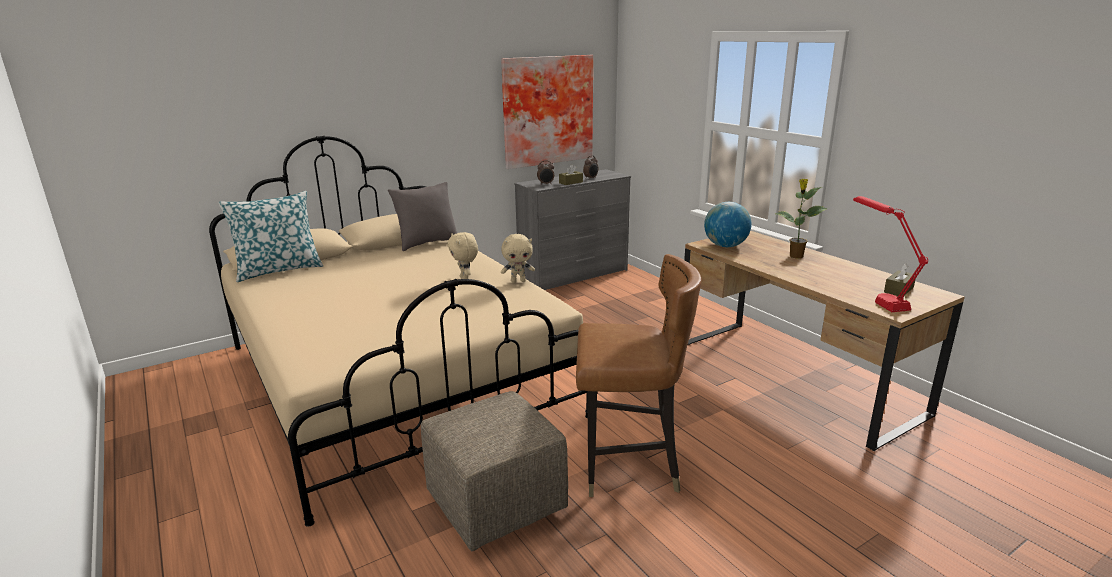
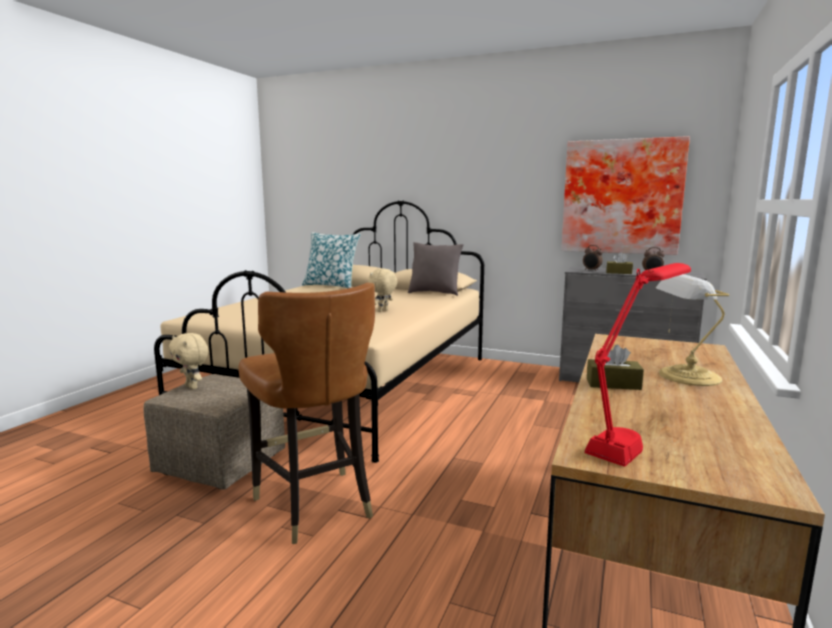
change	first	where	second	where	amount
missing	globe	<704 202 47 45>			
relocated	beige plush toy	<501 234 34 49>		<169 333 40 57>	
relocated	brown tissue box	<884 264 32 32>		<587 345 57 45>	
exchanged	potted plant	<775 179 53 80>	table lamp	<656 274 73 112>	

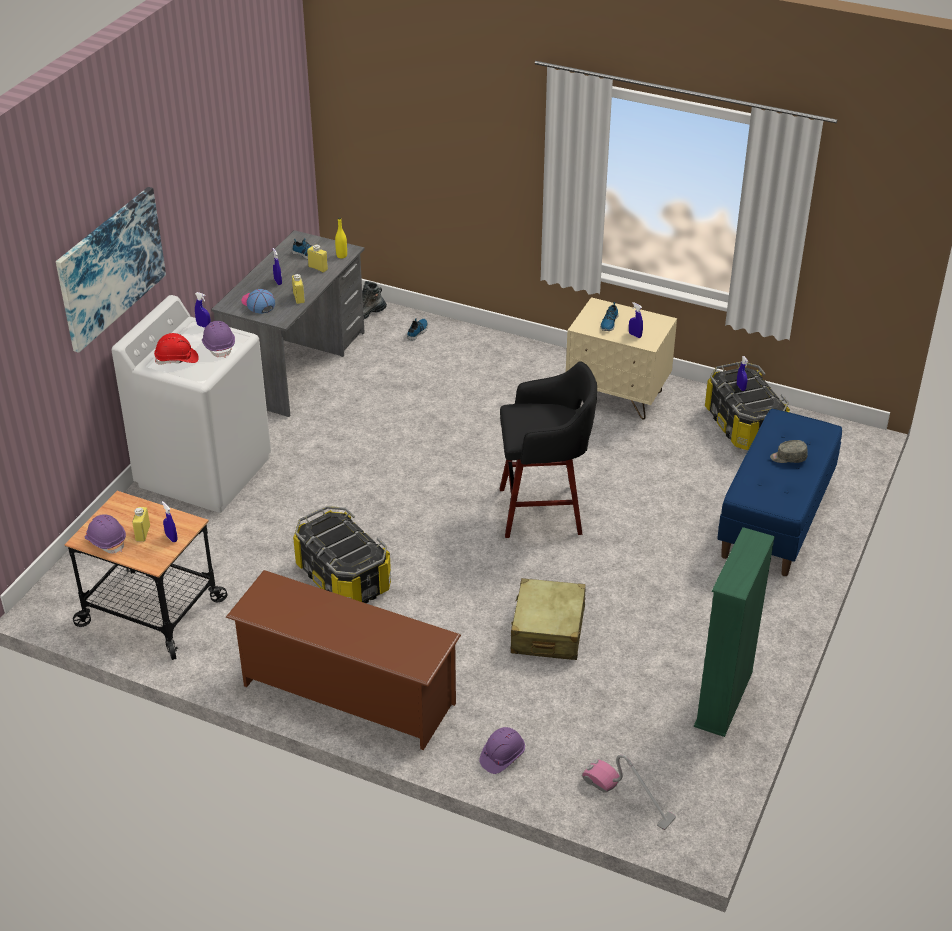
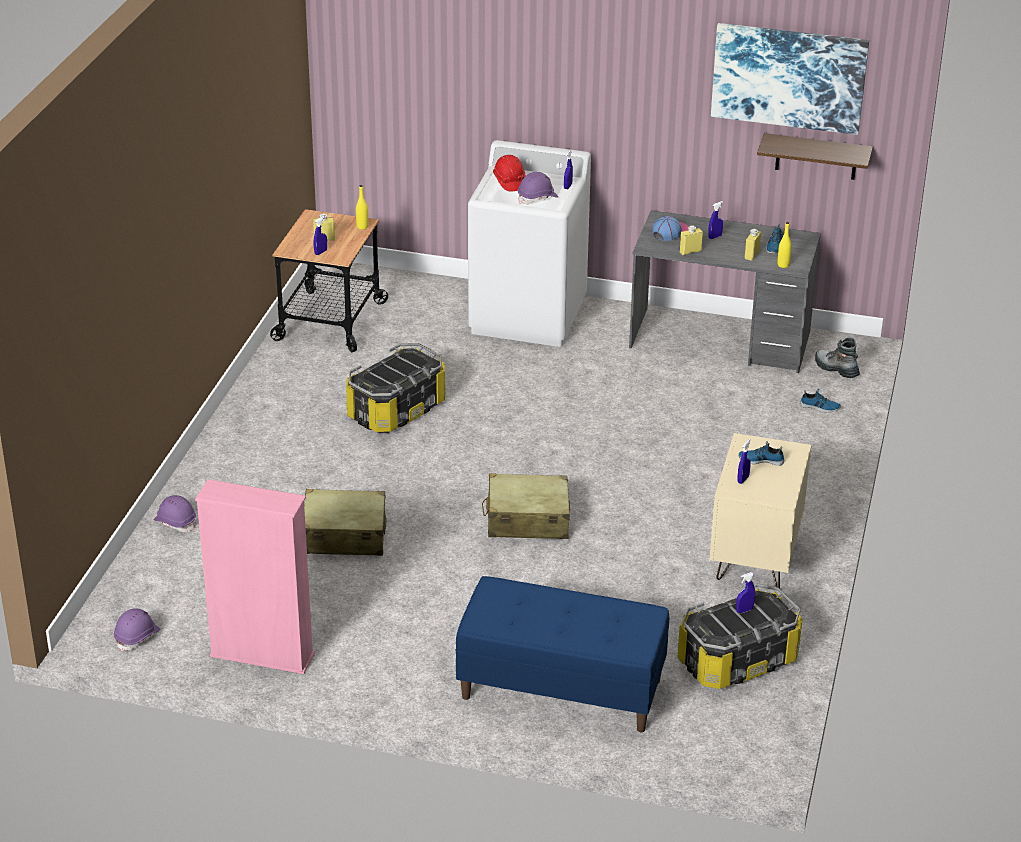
change	first	where	second	where	amount
missing	brown shoe rack	<226 570 235 180>			
missing	vacuum cleaner	<582 754 94 76>			
missing	grey cap	<770 440 38 23>			
appeared			yellow bottle	<356 185 12 45>	
appeared			shelf	<757 133 116 47>	
relocated	picture	<56 187 110 166>		<711 23 158 112>	
relocated	purple hard hat	<85 514 41 40>		<114 608 46 43>	
exchanged	black stool	<500 361 97 177>	beige suitcase	<482 473 88 66>	
colour	green bookcase	<694 527 81 210>	pink bookcase	<195 479 120 195>	

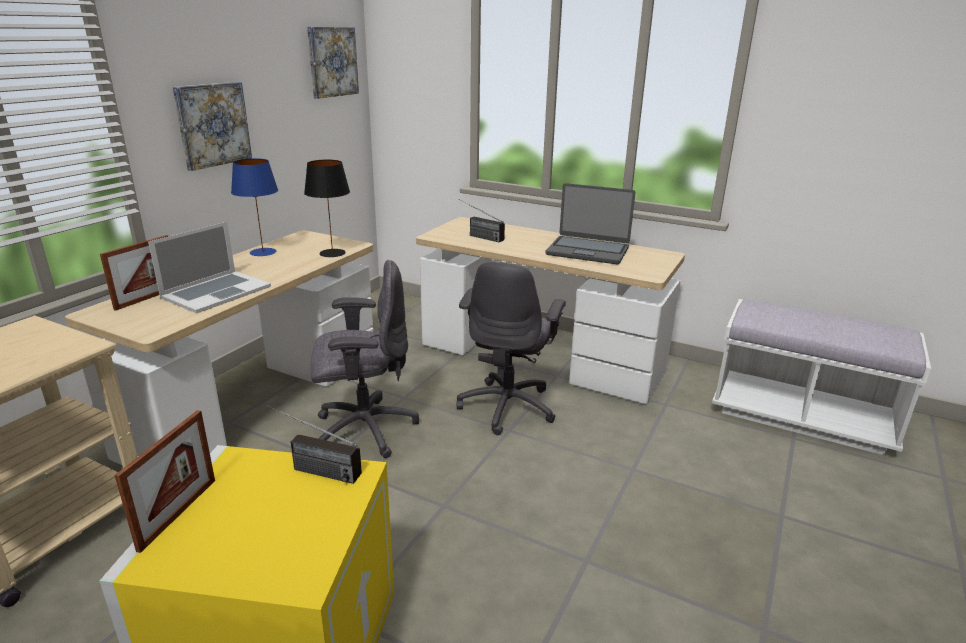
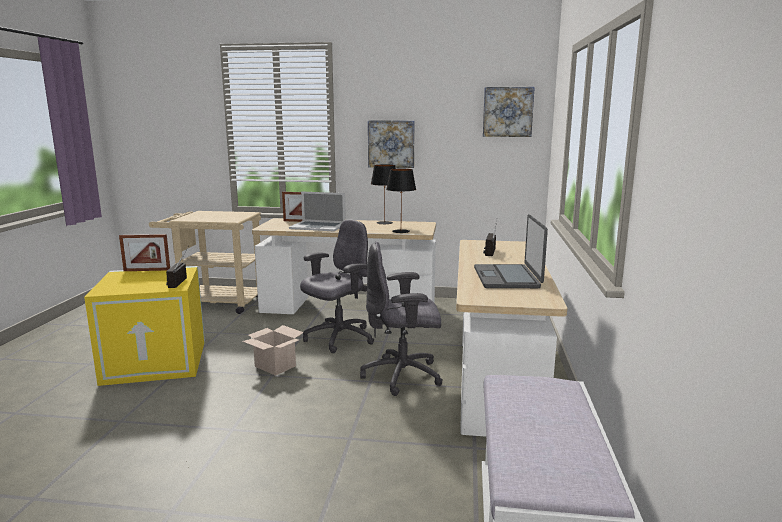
change	first	where	second	where	amount
appeared			cardboard box	<242 325 62 51>	
colour	blue table lamp	<231 158 47 98>	black table lamp	<371 164 25 60>	
spun	grey office chair	<310 260 109 198>		<300 220 74 133>	105 degrees counterclockwise

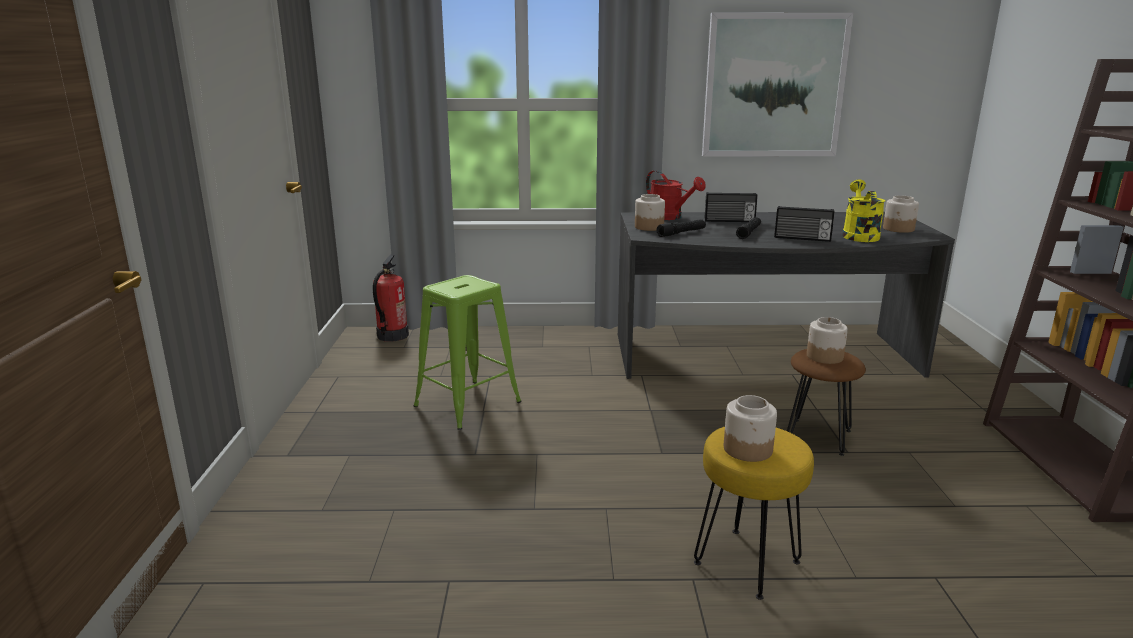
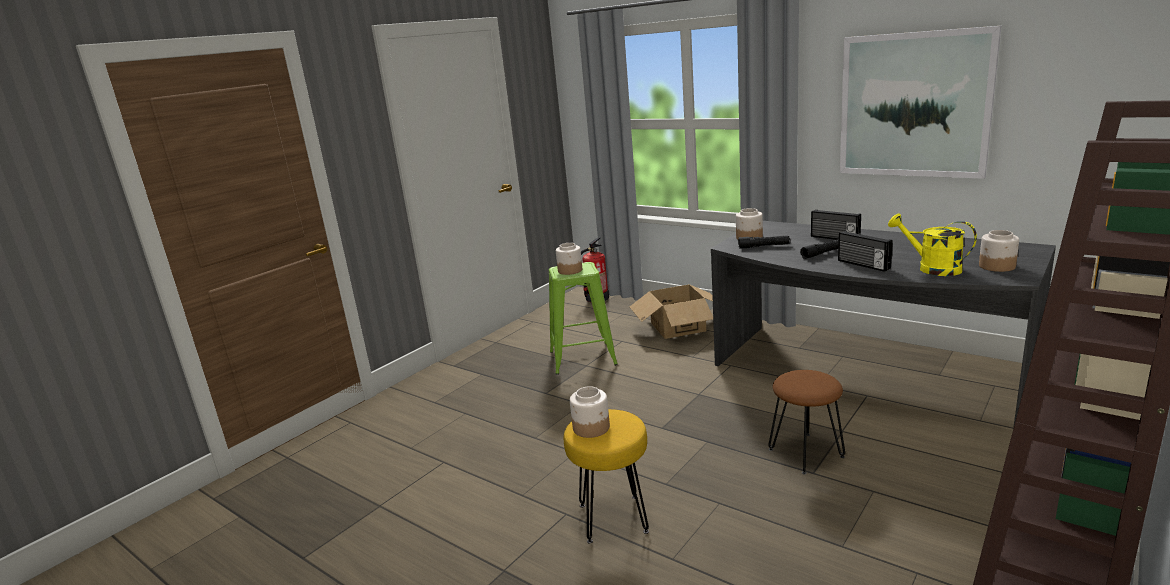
change	first	where	second	where	amount
missing	red watering can	<646 170 60 50>			
appeared			cardboard box	<630 284 83 55>	
relocated	jar	<807 317 41 47>		<556 243 26 32>	
spun	yellow watering can	<842 180 43 62>		<888 214 89 62>	90 degrees counterclockwise

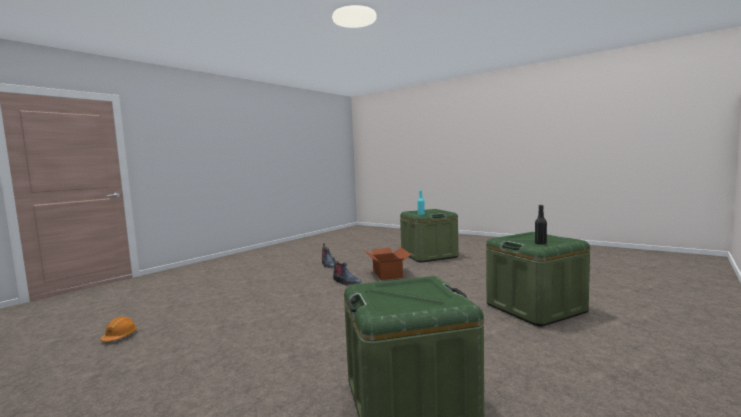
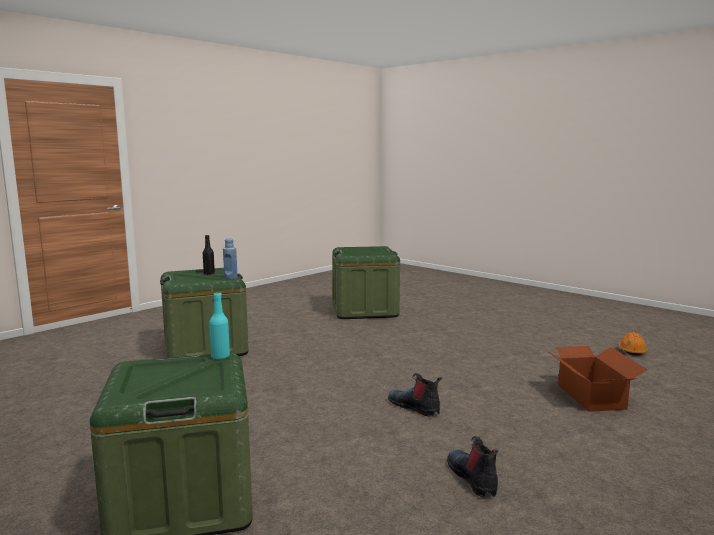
change	first	where	second	where	amount
appeared			blue bottle	<223 238 15 41>	
relocated	cardboard box	<365 247 46 33>		<546 346 102 66>	

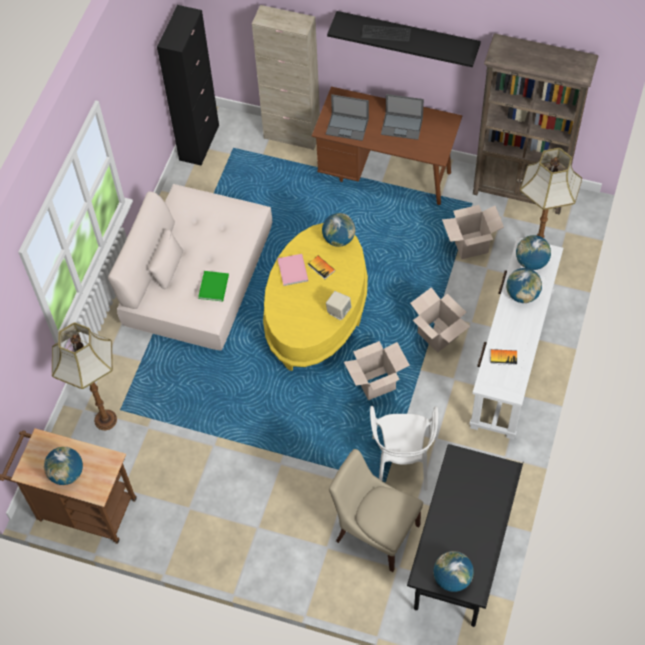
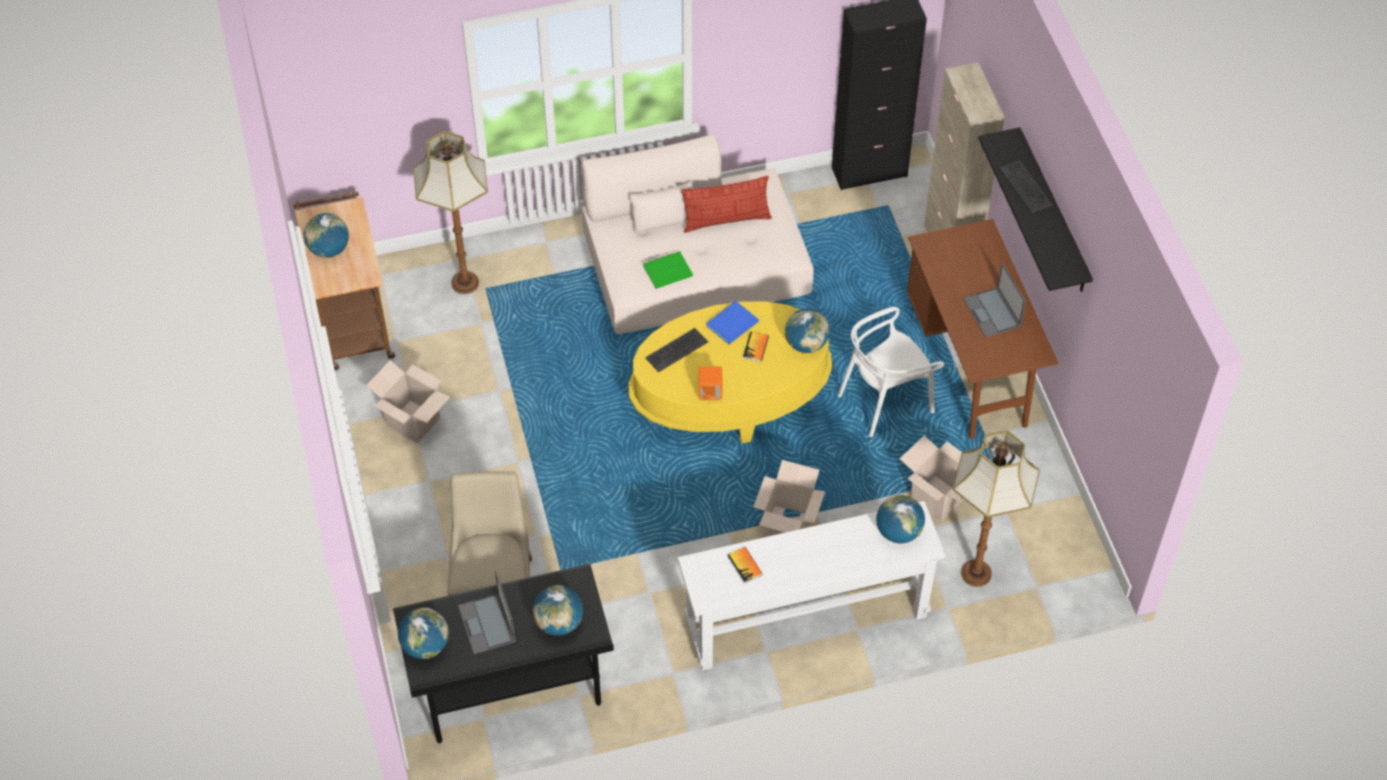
change	first	where	second	where	amount
missing	brown bookcase	<473 34 125 181>			
appeared			keyboard	<645 328 63 44>	
appeared			pillow	<681 176 91 57>	
relocated	laptop	<326 94 43 47>		<458 571 58 83>	
relocated	cardboard box	<344 341 66 59>		<366 360 84 83>	
relocated	white chair	<370 406 68 84>		<838 307 106 130>	
relocated	globe	<506 268 36 35>		<533 585 50 51>	
colour	pink book	<277 254 31 32>	blue book	<706 301 53 44>	
colour	beige speaker	<326 291 25 29>	orange speaker	<698 366 24 34>	

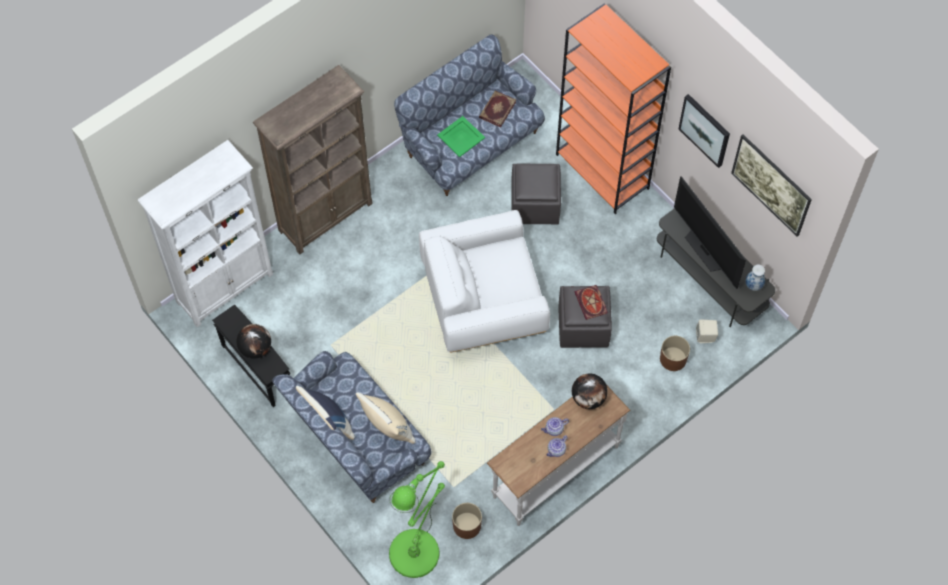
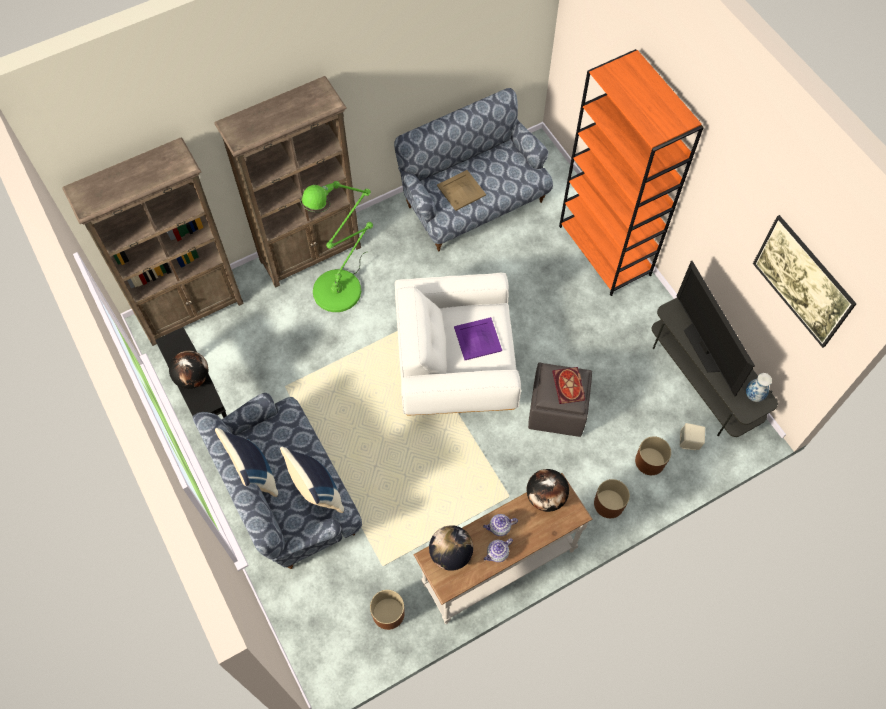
change	first	where	second	where	amount
missing	book	<479 91 37 37>			
missing	grey ottoman	<511 164 50 60>			
missing	picture	<679 94 51 74>			
appeared			globe	<429 525 44 46>	
appeared			purple tray	<454 317 48 43>	
appeared			brown planter	<594 479 36 39>	
relocated	green floor lamp	<389 461 56 117>		<300 181 73 131>	
colour	white bookcase	<138 140 135 187>	brown bookcase	<62 138 182 208>	
colour	beige pillow	<356 392 60 52>	blue pillow	<280 447 64 66>	
colour	green tray	<437 116 48 41>	beige tray	<437 170 49 41>	

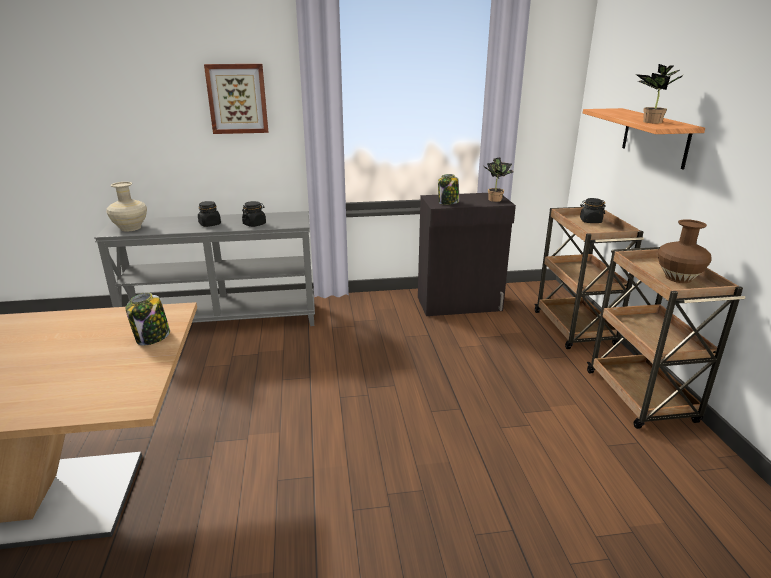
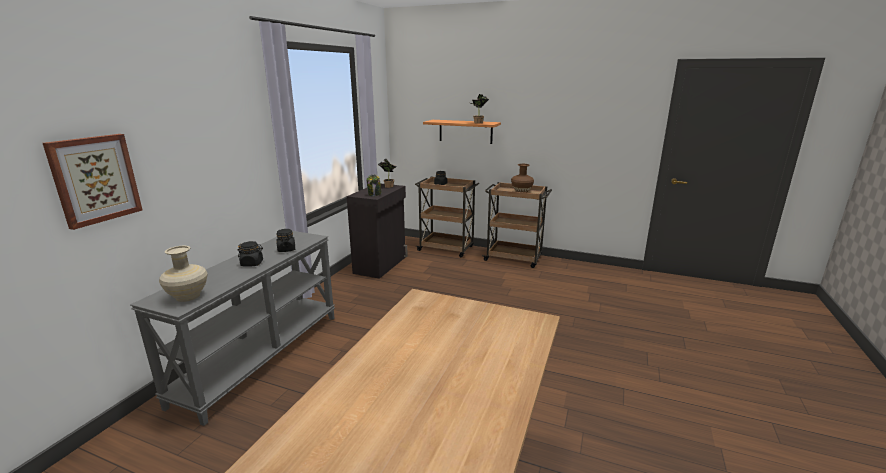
change	first	where	second	where	amount
missing	jar	<126 293 44 53>			
relocated	picture	<204 64 64 70>		<43 134 99 96>	

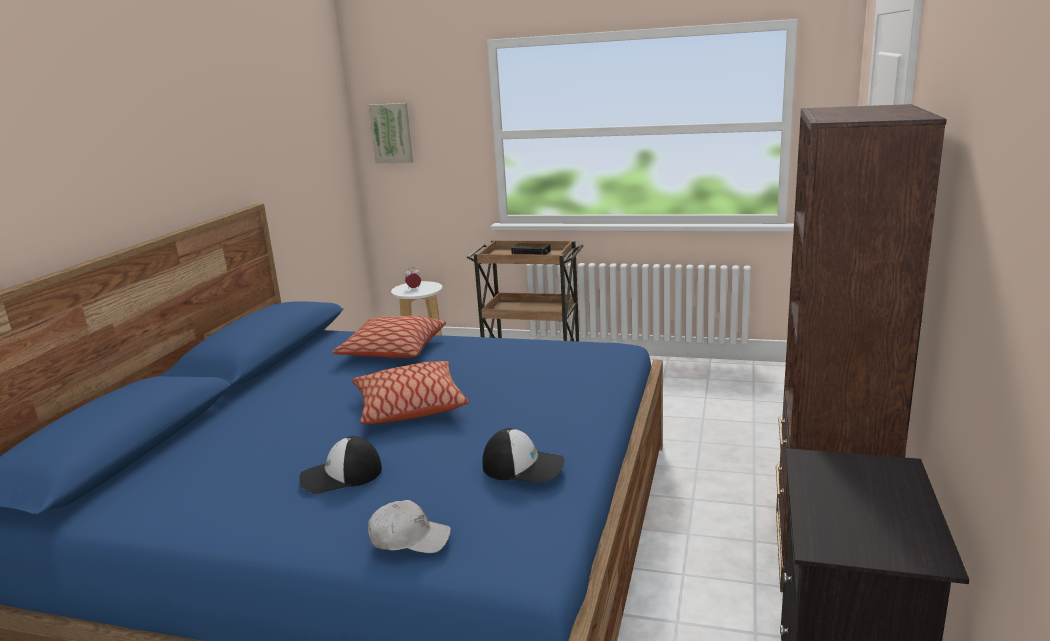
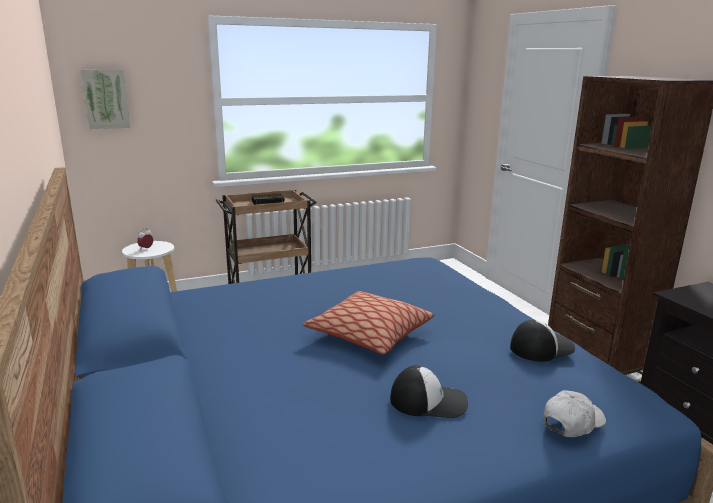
change	first	where	second	where	amount
missing	pillow	<332 316 114 42>			
spun	cap	<299 436 83 58>		<390 365 78 53>	120 degrees counterclockwise

